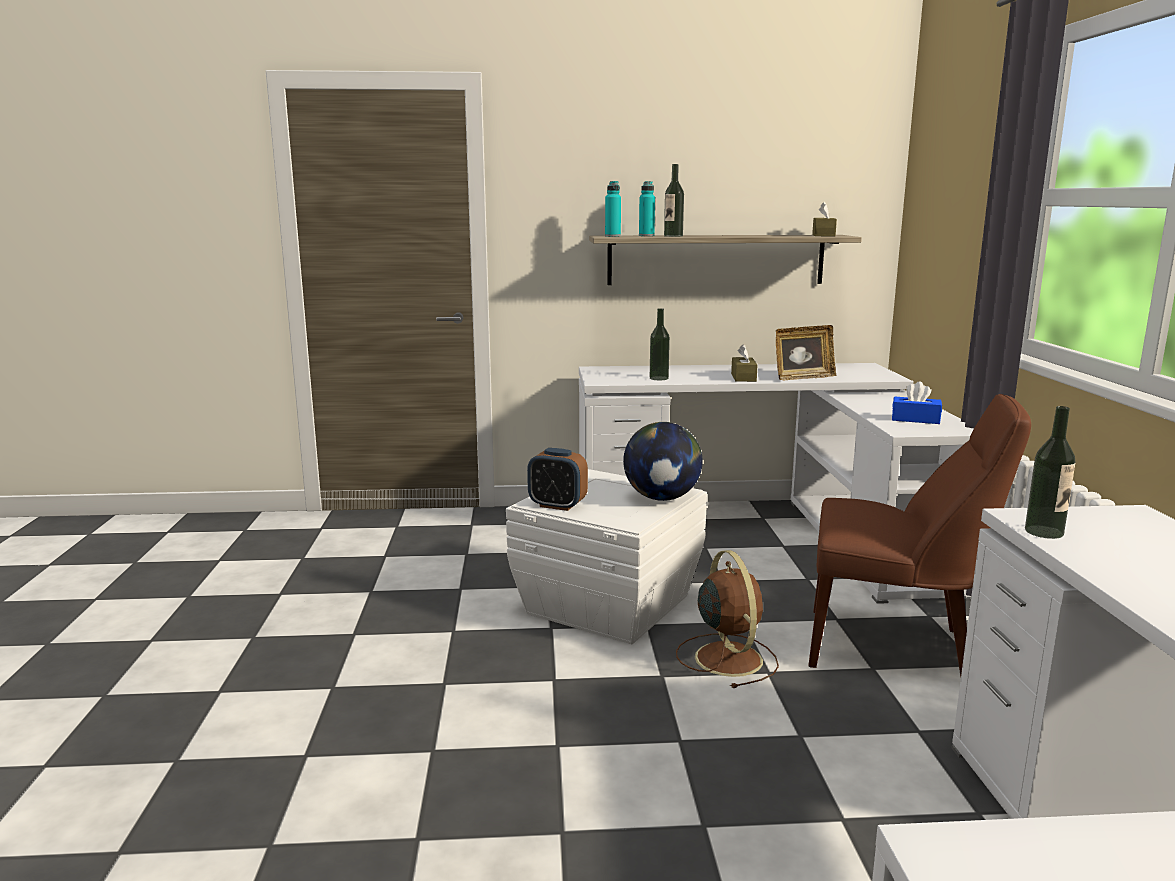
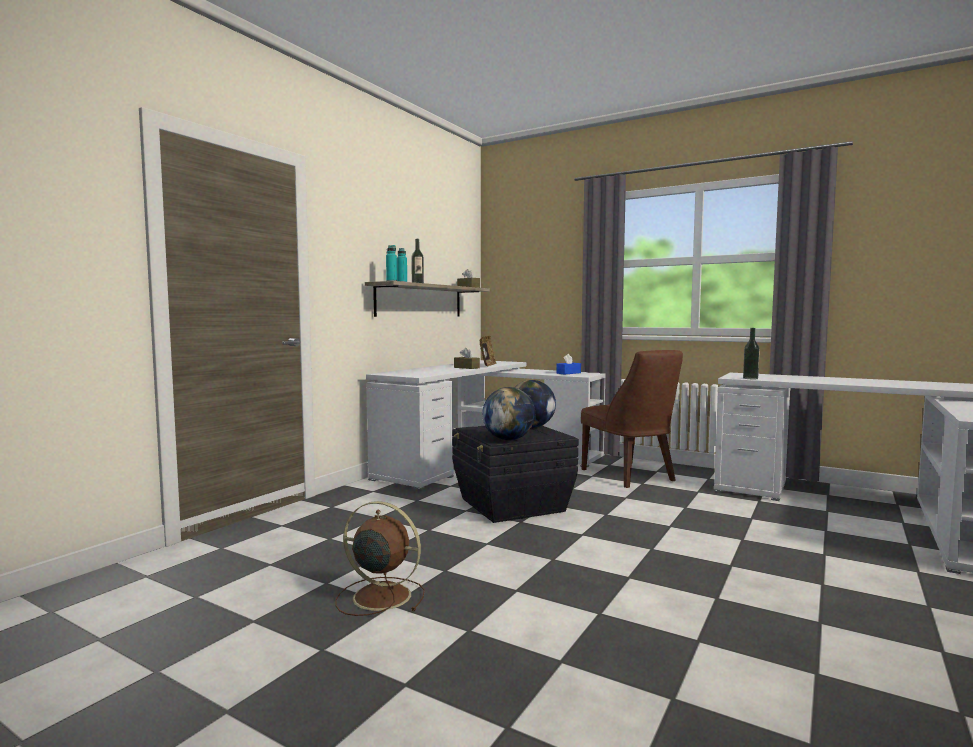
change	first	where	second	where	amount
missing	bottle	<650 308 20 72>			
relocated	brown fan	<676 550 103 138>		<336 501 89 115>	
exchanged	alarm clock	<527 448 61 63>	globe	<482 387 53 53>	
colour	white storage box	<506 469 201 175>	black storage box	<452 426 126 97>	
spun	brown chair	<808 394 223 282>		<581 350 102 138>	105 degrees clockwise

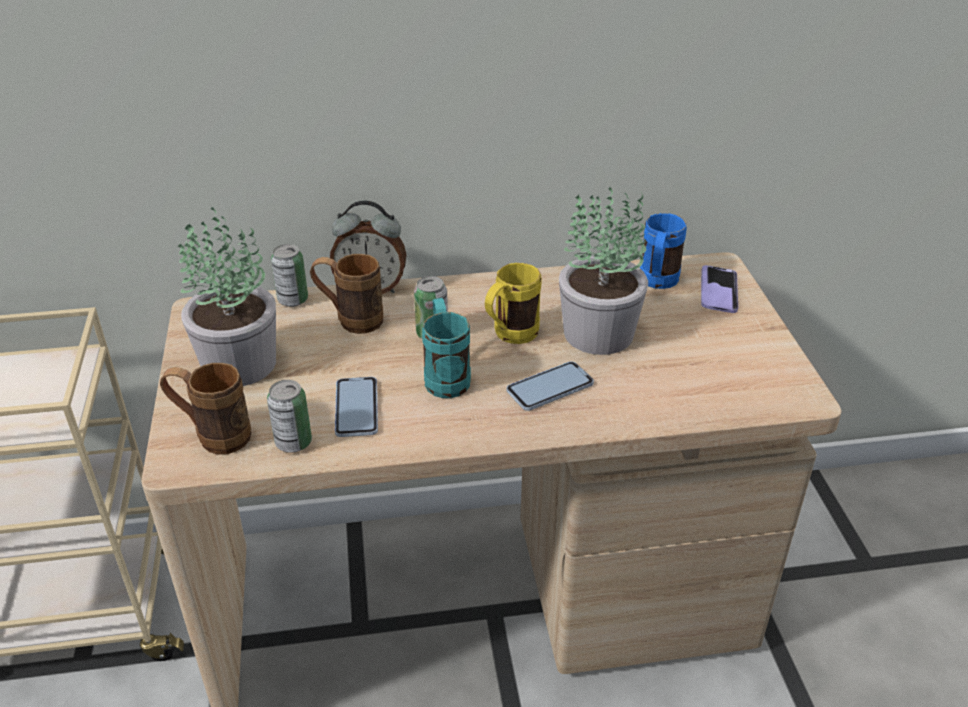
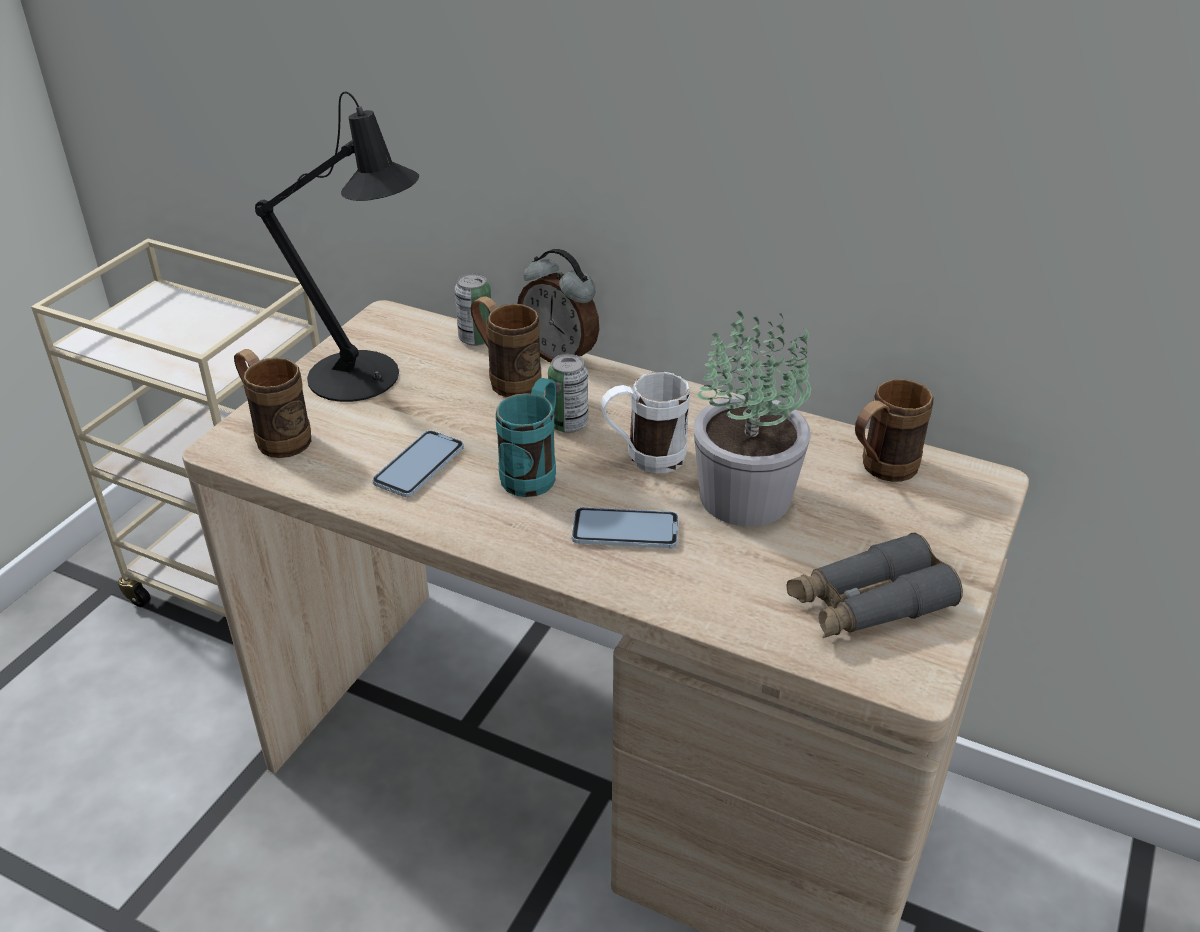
change	first	where	second	where	amount
missing	can	<267 380 45 73>			
missing	phone	<701 265 37 48>			
appeared			grey binoculars	<787 533 176 105>	
exchanged	potted plant	<178 207 98 179>	black table lamp	<255 91 164 311>	
colour	yellow mug	<485 263 57 81>	white mug	<601 372 89 102>	
colour	blue mug	<640 213 47 76>	brown mug	<855 379 79 103>	

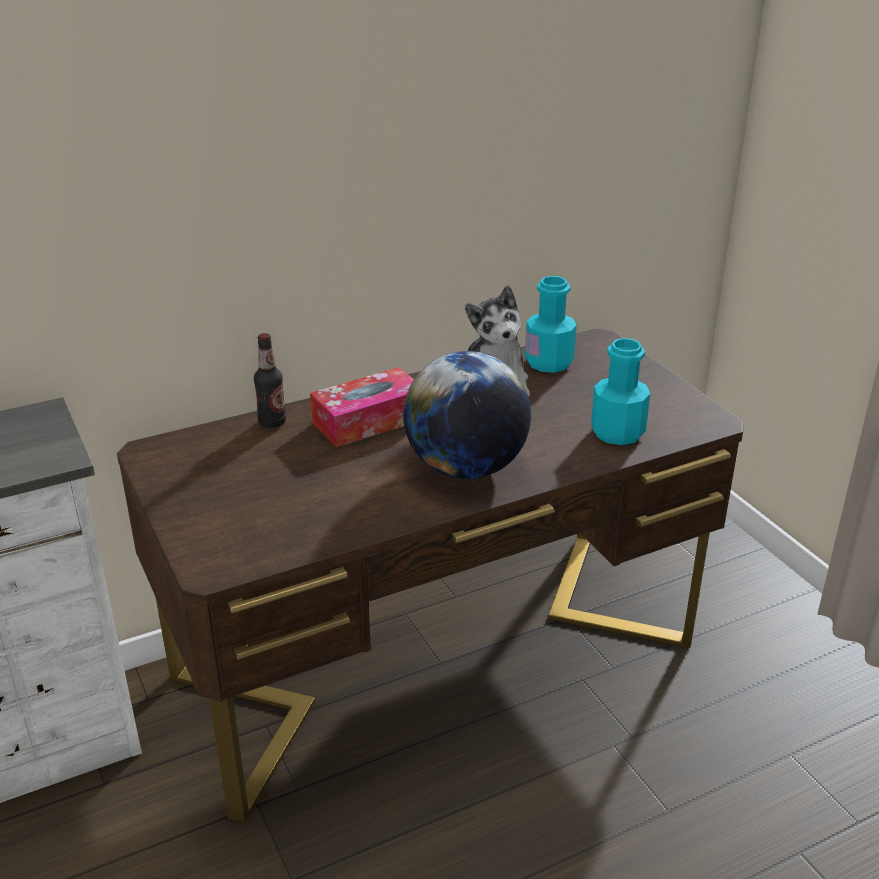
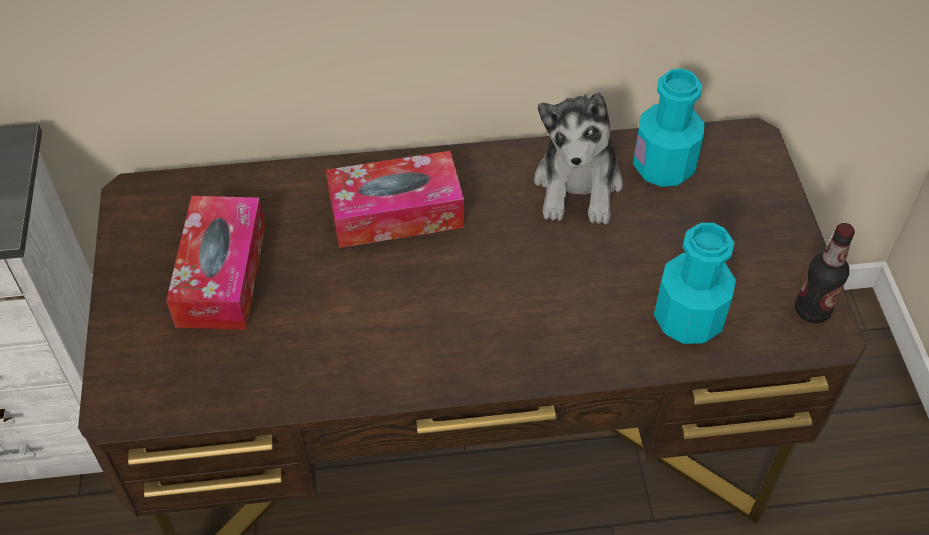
change	first	where	second	where	amount
missing	globe	<403 351 128 128>			
appeared			tissue box	<166 196 99 134>	
relocated	bottle	<254 333 32 95>		<795 223 60 100>	

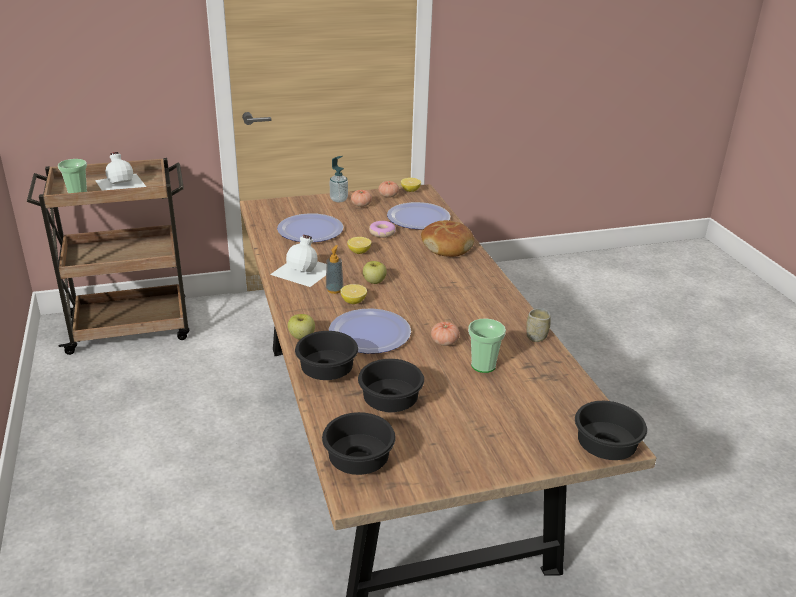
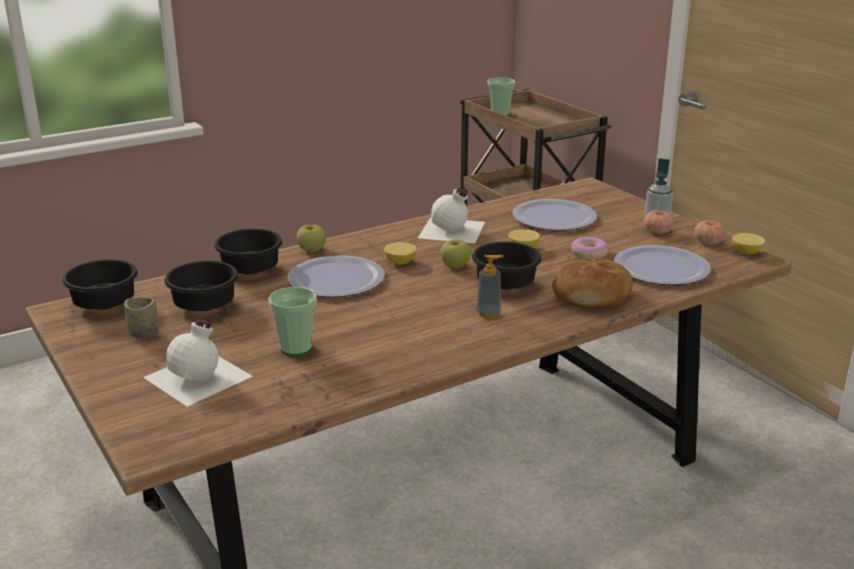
change	first	where	second	where	amount
missing	tomato	<431 322 29 24>			
relocated	white bottle	<95 152 51 39>		<143 319 110 87>	
relocated	soap dispenser	<326 245 18 49>		<477 255 27 64>	
relocated	cup	<526 308 25 34>		<124 297 34 41>	
relocated	black bowl	<575 401 72 59>		<472 242 70 48>	

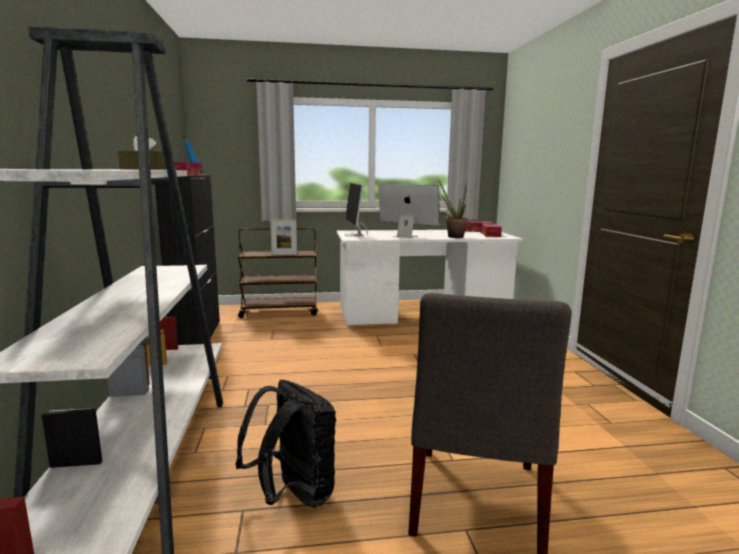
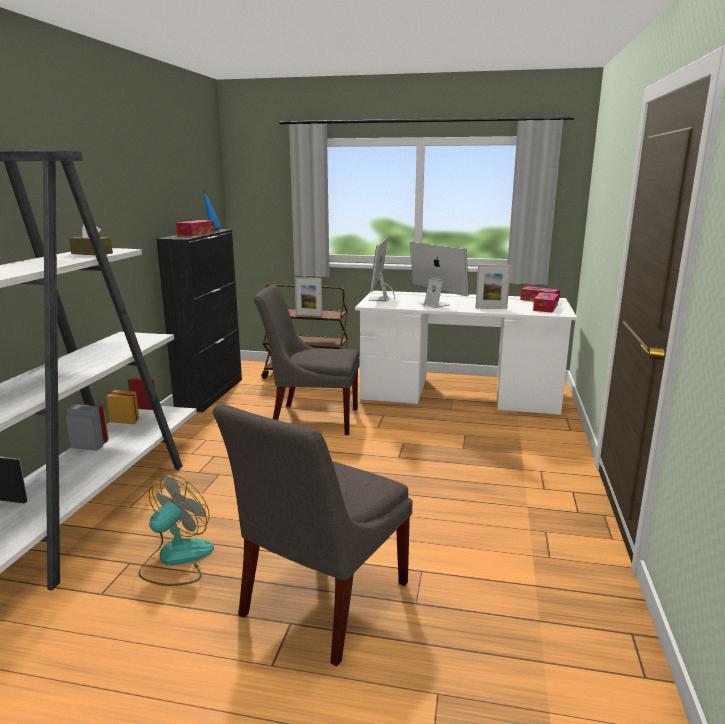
change	first	where	second	where	amount
appeared			grey chair	<254 284 105 151>	
exchanged	black backpack	<235 380 101 127>	fan	<138 474 76 112>	
exchanged	potted plant	<438 179 30 59>	picture frame	<476 265 35 44>	

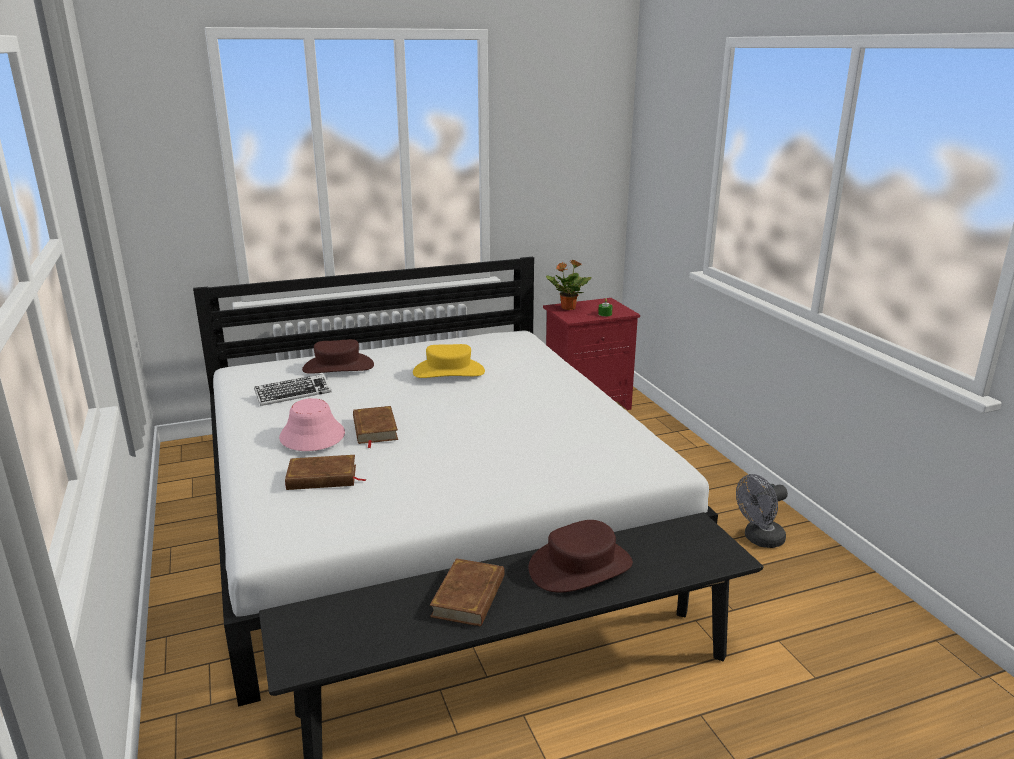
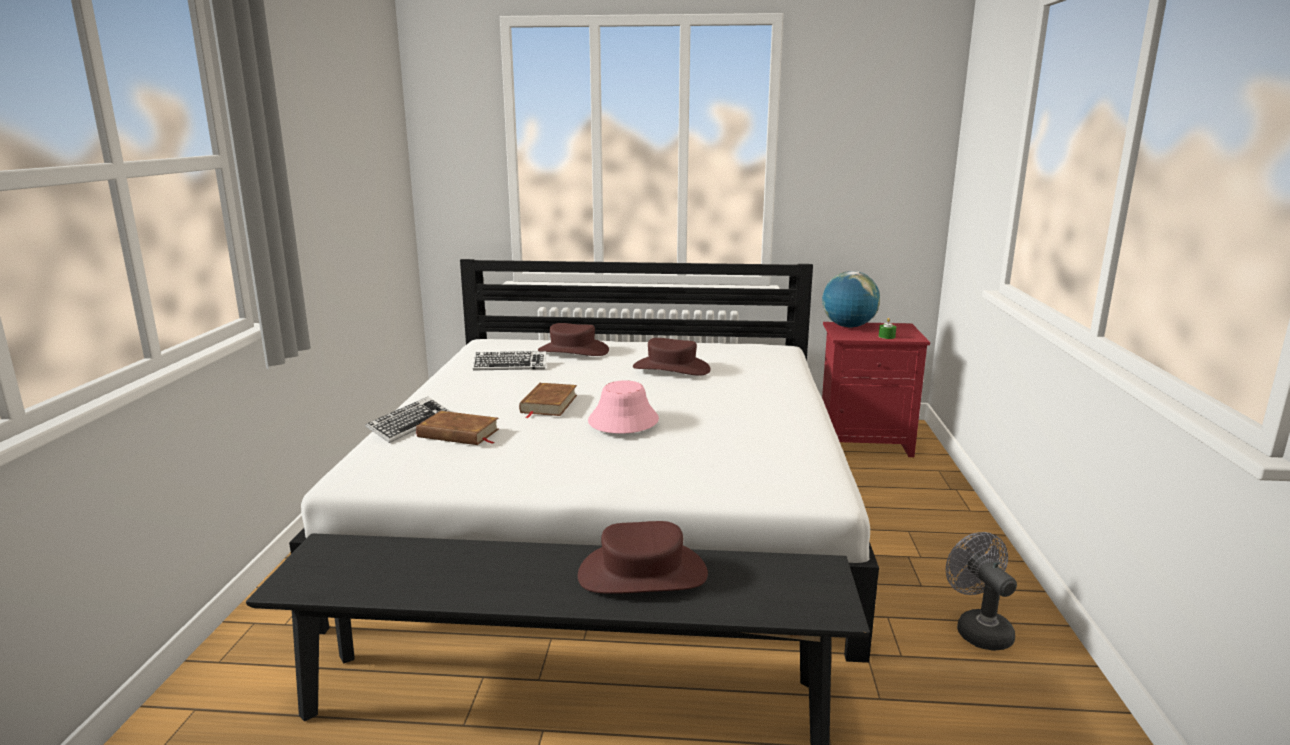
change	first	where	second	where	amount
missing	brown book	<430 558 75 69>			
appeared			keyboard	<365 397 85 46>	
relocated	pink hat	<279 398 66 53>		<588 380 71 54>	
exchanged	potted plant	<546 259 46 51>	globe	<822 271 58 57>	
colour	yellow hat	<413 344 72 34>	brown hat	<633 338 78 38>	
spun	grey fan	<736 474 52 74>		<946 532 71 119>	75 degrees clockwise

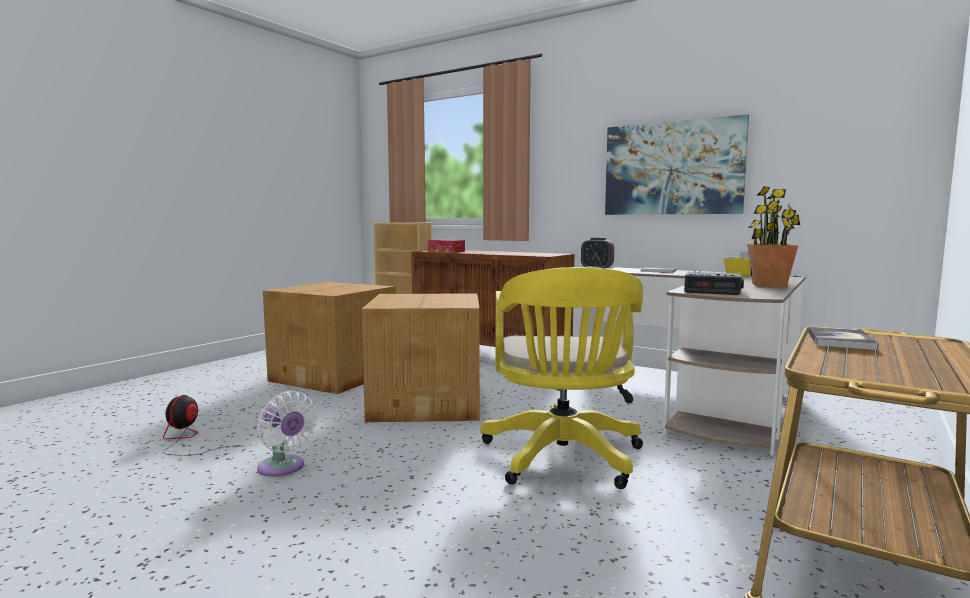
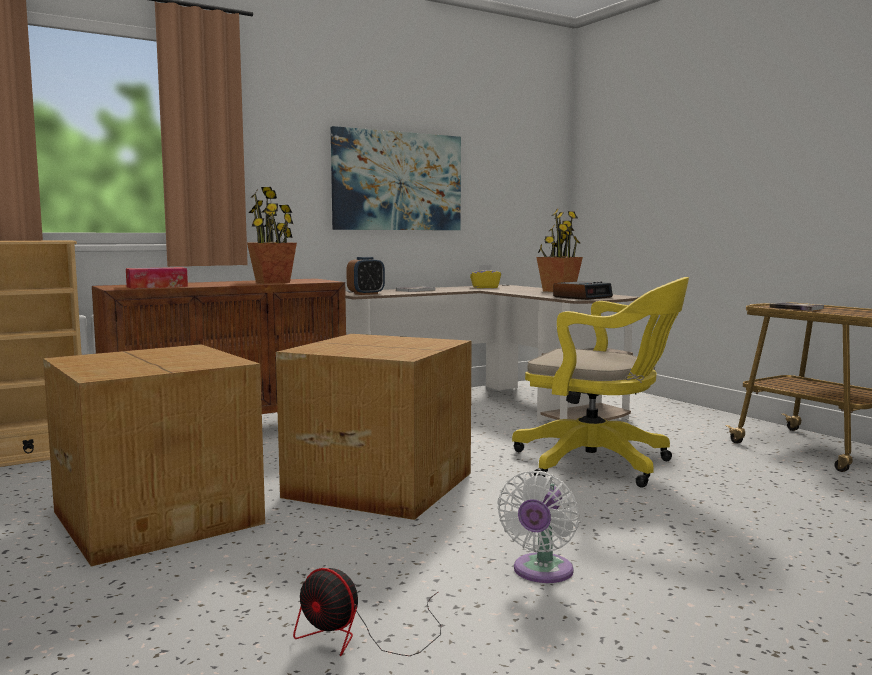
change	first	where	second	where	amount
appeared			potted plant	<247 187 50 97>	
spun	white fan	<257 391 60 86>		<497 471 83 112>	135 degrees clockwise

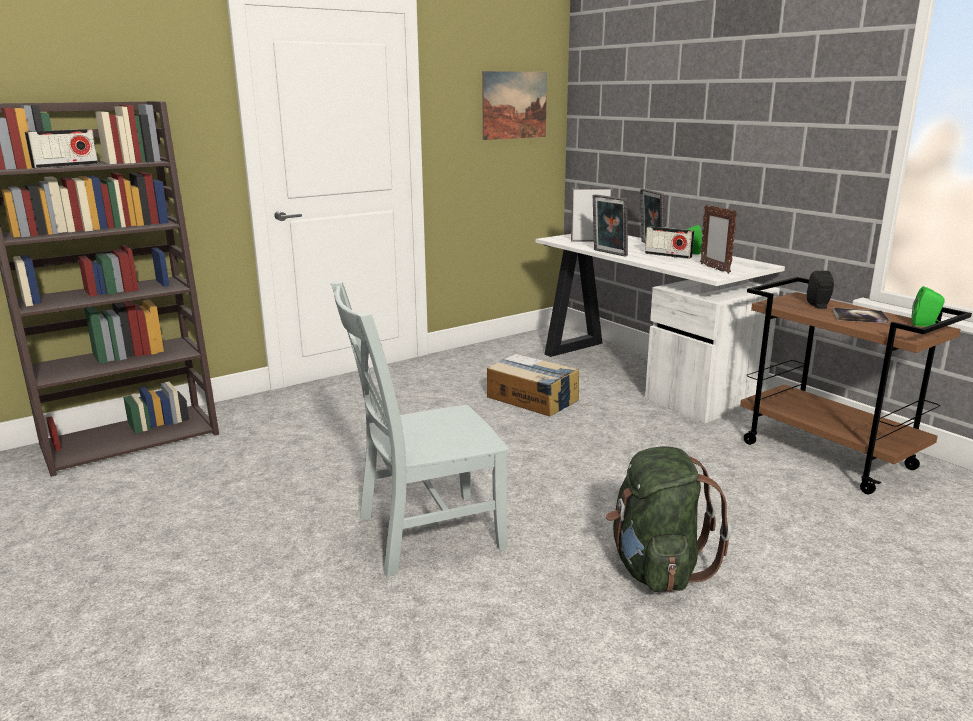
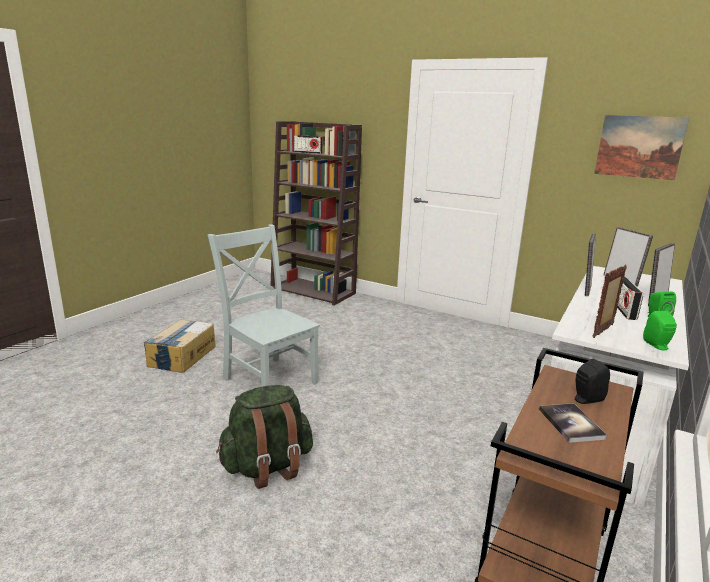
change	first	where	second	where	amount
relocated	cardboard box	<487 354 92 62>		<143 320 73 53>	
relocated	green speaker	<911 286 33 41>		<643 311 34 39>	

